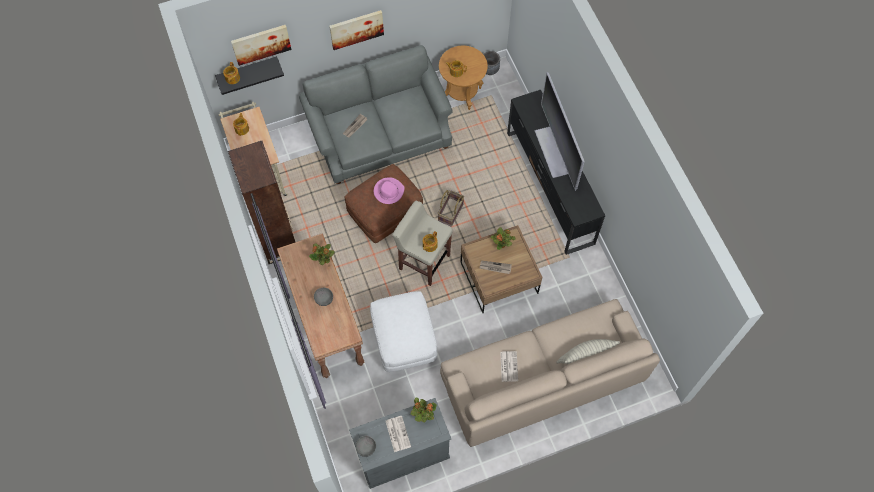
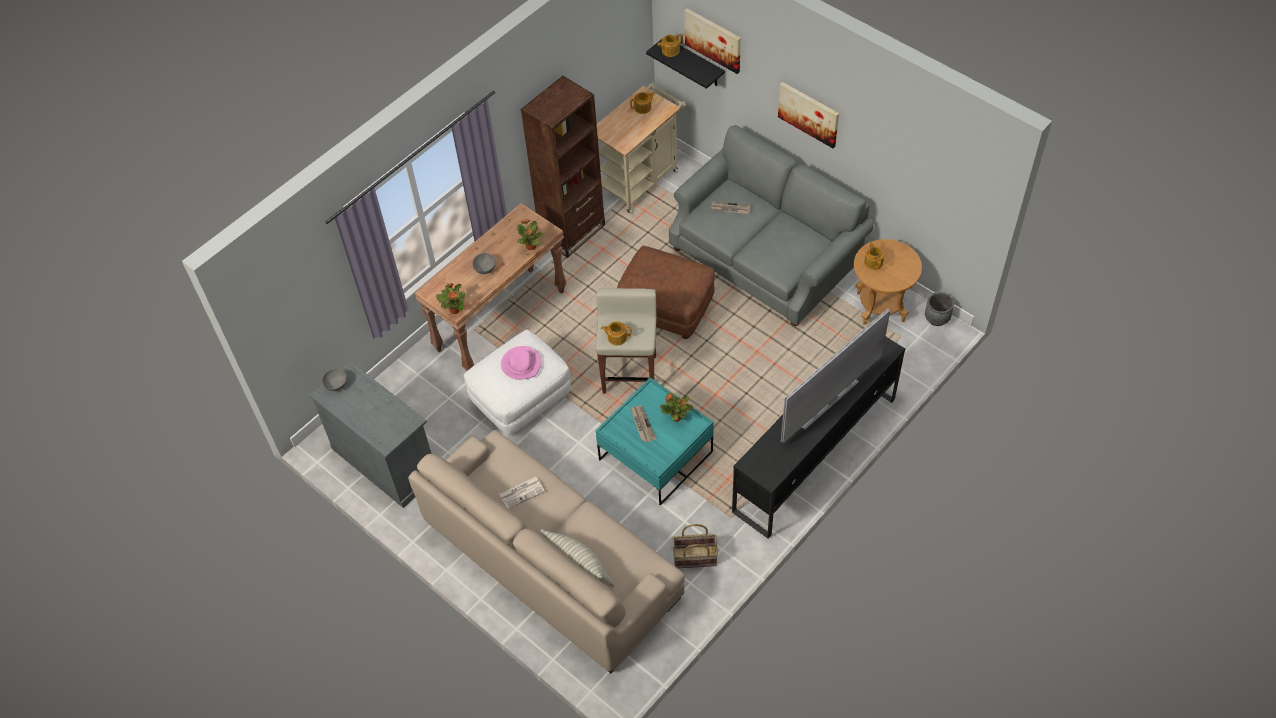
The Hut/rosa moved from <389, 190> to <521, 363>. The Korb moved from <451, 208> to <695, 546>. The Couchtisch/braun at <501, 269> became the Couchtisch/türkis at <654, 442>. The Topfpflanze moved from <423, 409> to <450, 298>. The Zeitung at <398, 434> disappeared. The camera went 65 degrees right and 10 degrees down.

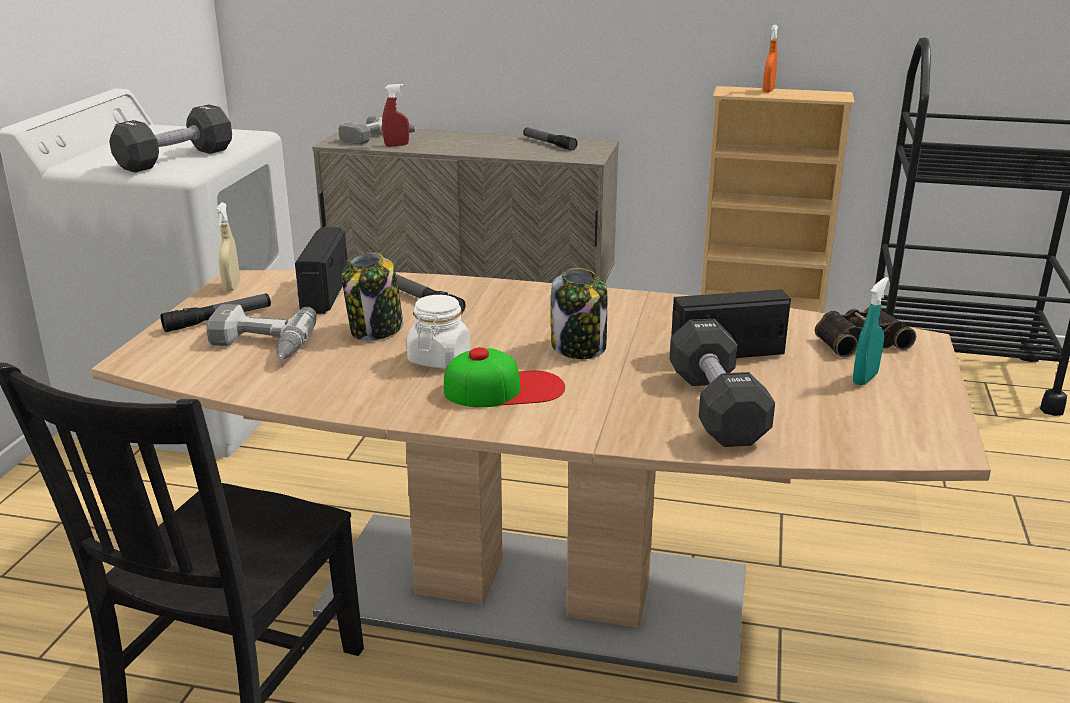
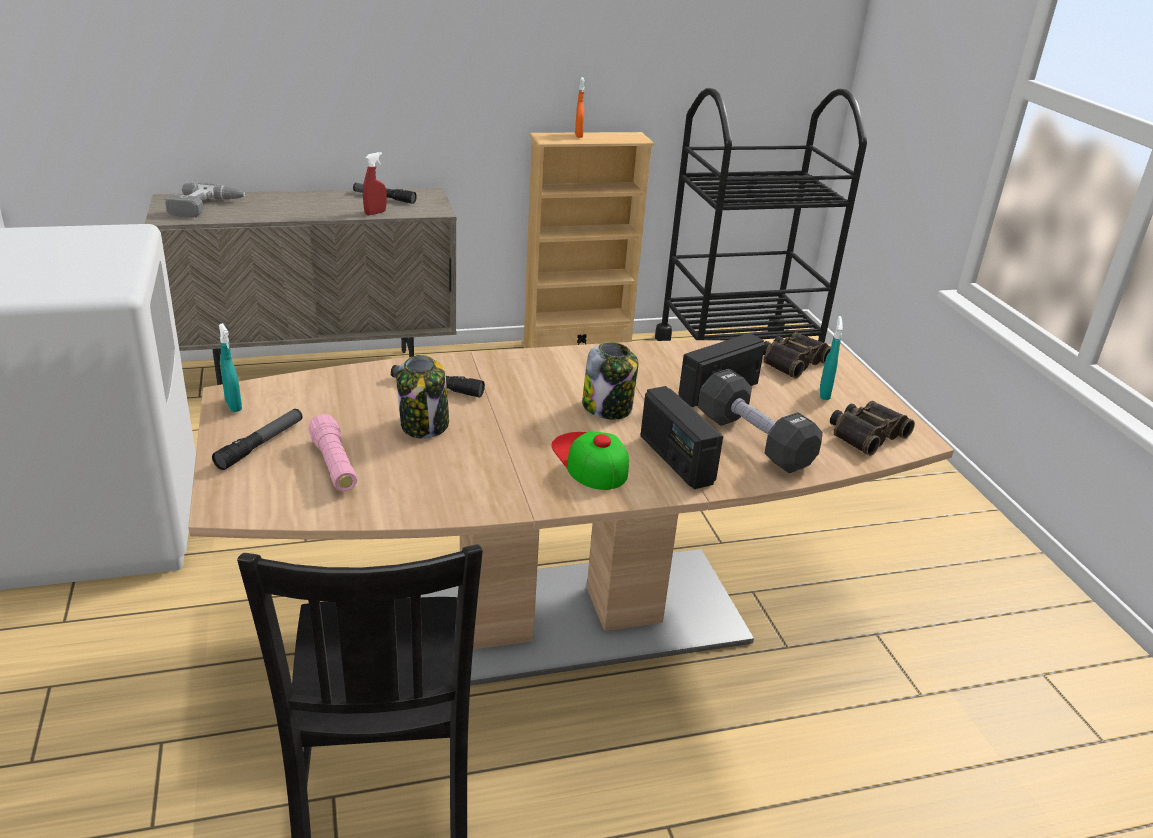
The Sprühflasche/rot moved from <395, 115> to <375, 184>. The Hantel/schwarz at <170, 138> disappeared. The Sprühflasche/beige at <228, 247> became the Sprühflasche/türkis at <230, 367>. The Radio moved from <321, 270> to <681, 437>. The Vorratsglas/weiß at <439, 332> disappeared. The Bohrmaschine at <261, 331> was replaced by the Taschenlampe/rosa at <332, 452>. The Kappe at <504, 377> turned 75 degrees counterclockwise. The Fernglas at <872, 428> appeared. The camera went 30 degrees left and 5 degrees up.

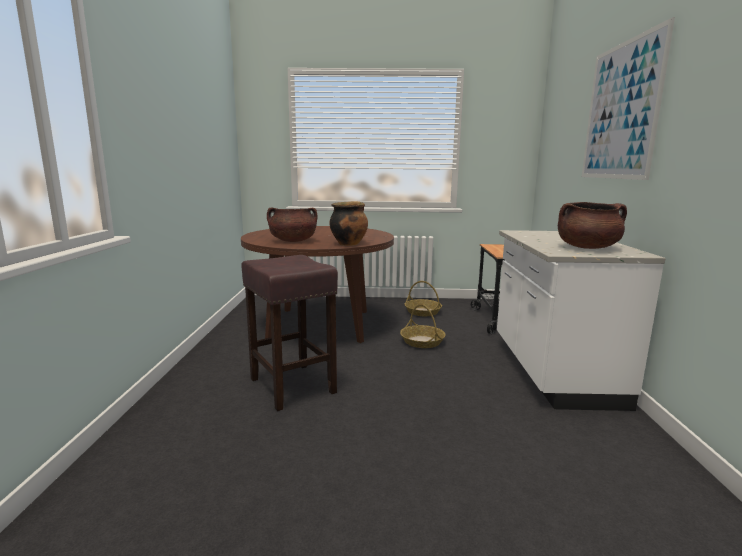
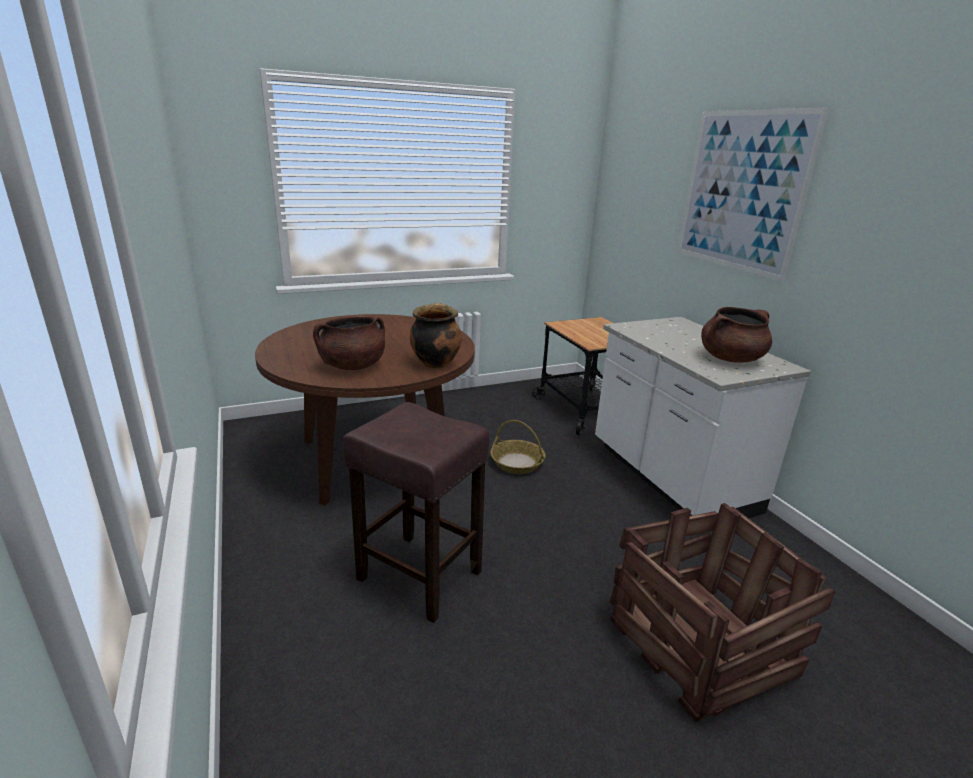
The Korb at <423, 298> disappeared. The Kiste at <722, 612> appeared. The camera went 25 degrees left and 10 degrees up.

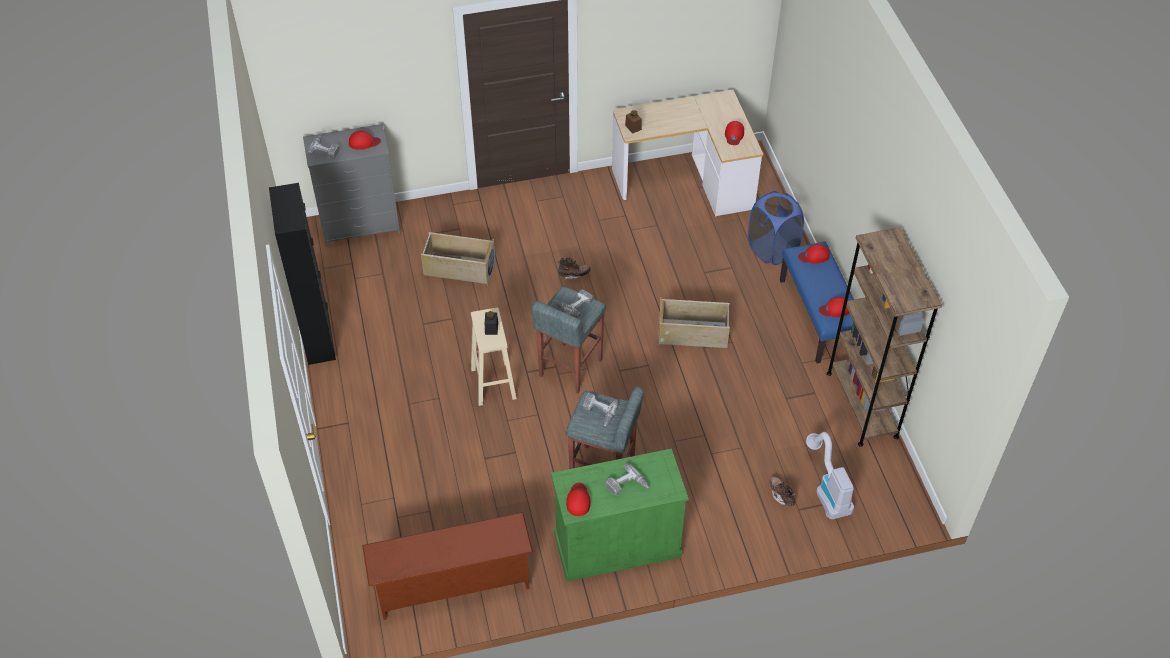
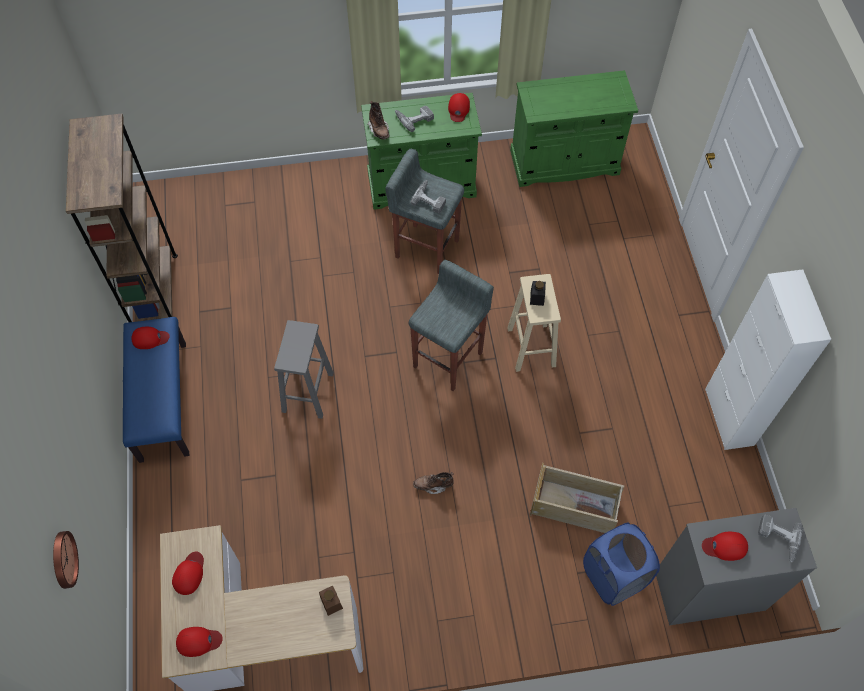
The Schrank/schwarz at <302, 274> became the Schrank/weiß at <768, 359>. The Wäschekorb/blau moved from <776, 228> to <621, 564>. The Kappe/rot moved from <814, 253> to <199, 642>. The Bohrmaschine at <573, 304> disappeared. The Aufbewahrungsbox/beige at <694, 322> was replaced by the Hocker/grau at <304, 369>. The Staubsauger at <830, 475> disappeared. The Stiefel/braun moved from <782, 491> to <378, 120>. The Schuhregal/braun at <447, 566> was replaced by the Schrank/grün at <574, 128>. The Wanduhr at <66, 560> appeared. The camera went 175 degrees left and 10 degrees up.

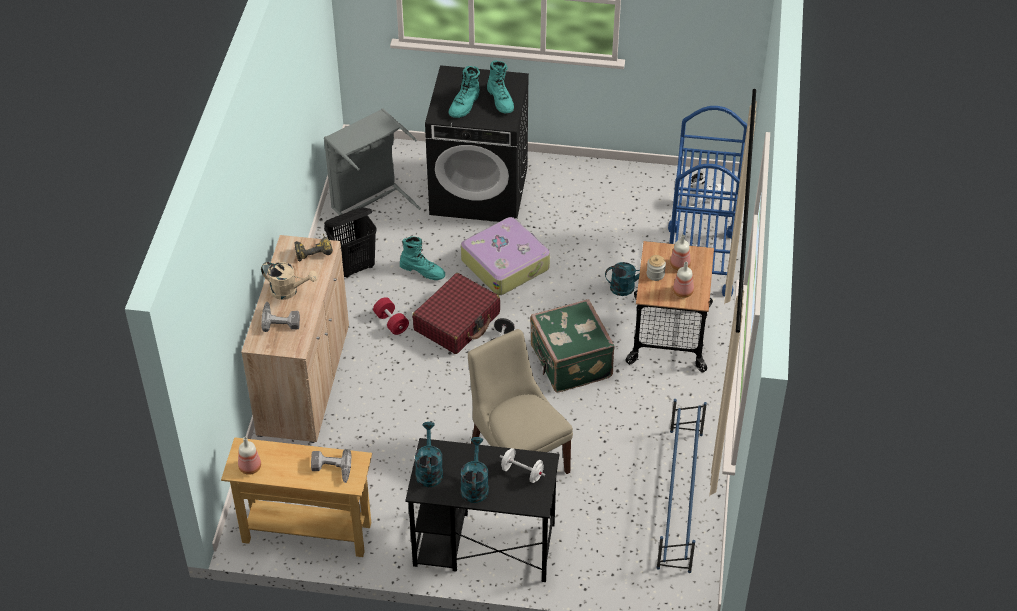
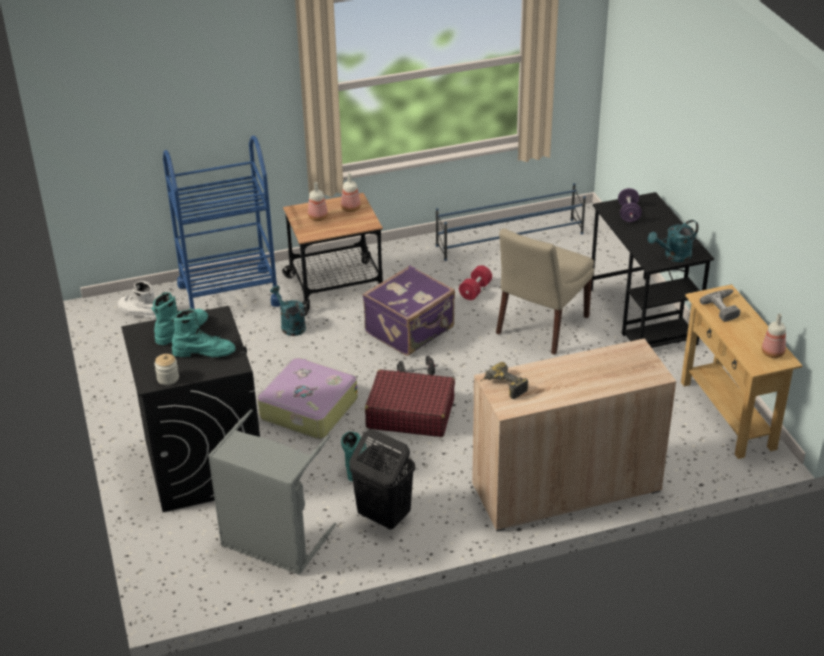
The Vorratsglas moved from <656, 268> to <166, 369>. The Gießkanne/beige at <289, 281> disappeared. The Hantel/rot moved from <391, 316> to <475, 282>. The Koffer/grün at <572, 345> became the Koffer/lila at <408, 310>. The Bohrmaschine at <280, 317> disappeared. The Gießkanne/türkis at <475, 470> disappeared. The Hantel/weiß at <522, 465> became the Hantel/lila at <630, 205>. The camera went 115 degrees left and 10 degrees down.

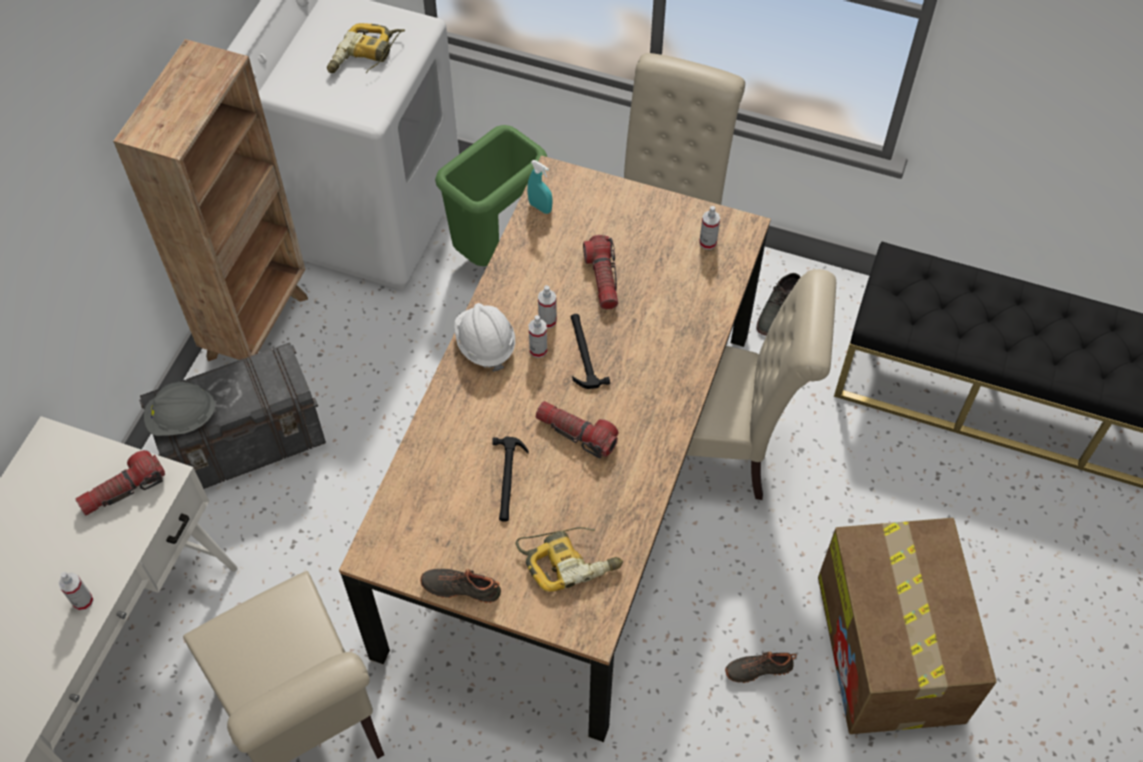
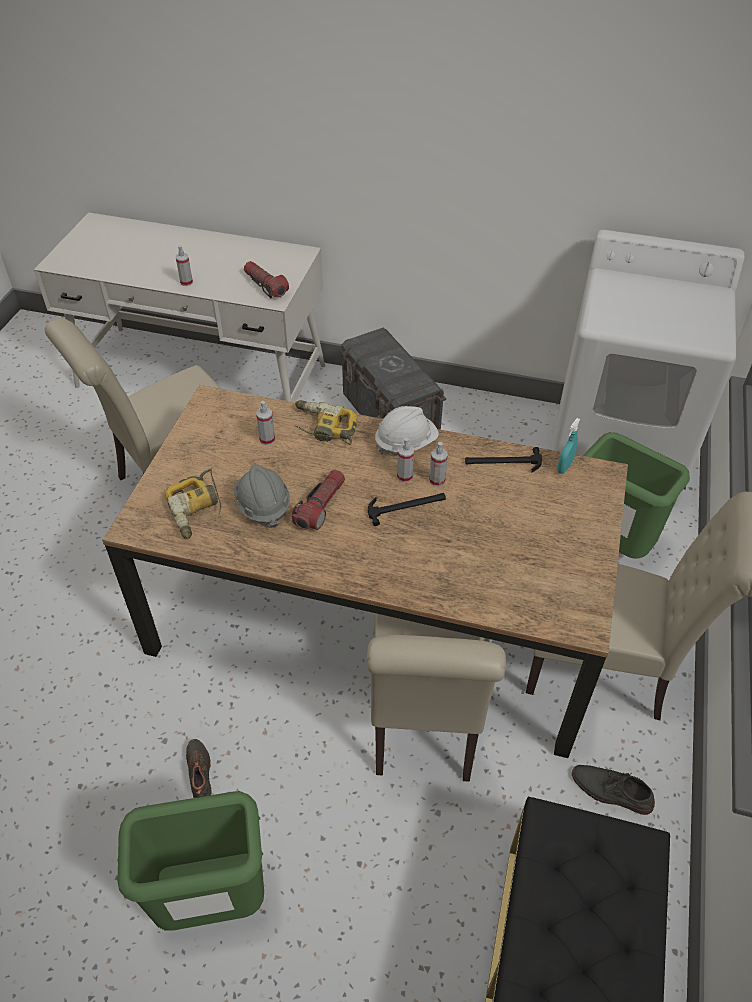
The Bohrmaschine moved from <366, 48> to <325, 422>. The Bücherregal/braun at <210, 200> disappeared. The Sprühflasche moved from <709, 228> to <265, 423>. The Taschenlampe at <600, 272> disappeared. The Schutzhelm/grau moved from <180, 409> to <262, 496>. The Hammer moved from <510, 478> to <503, 460>. The Karton at <907, 626> was replaced by the Mülleimer/grün at <191, 861>. The Schuh/schwarz at <460, 586> disappeared. The camera went 85 degrees right and 10 degrees down.

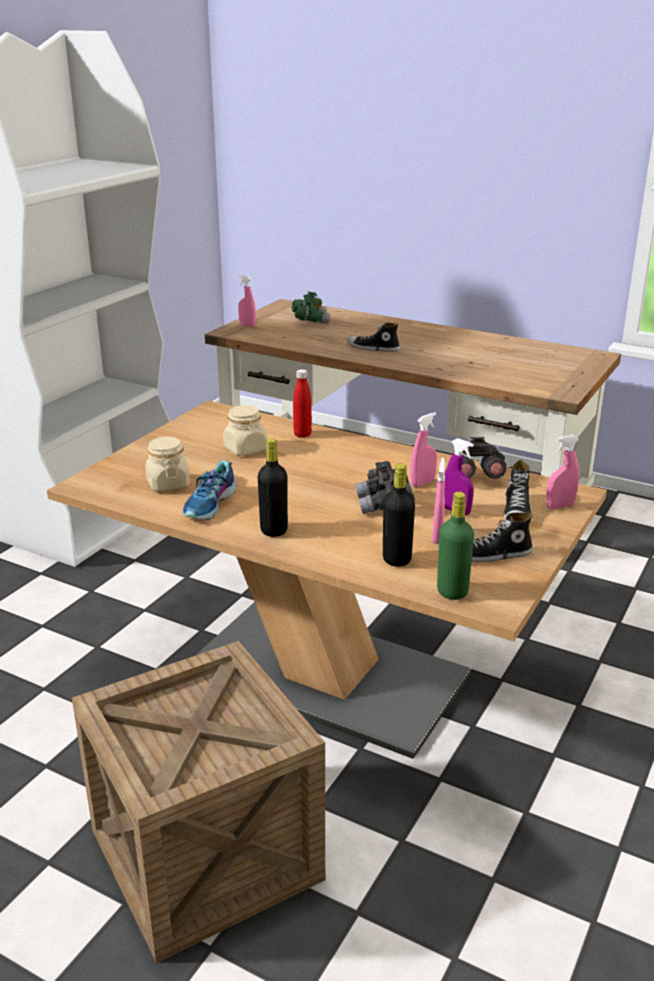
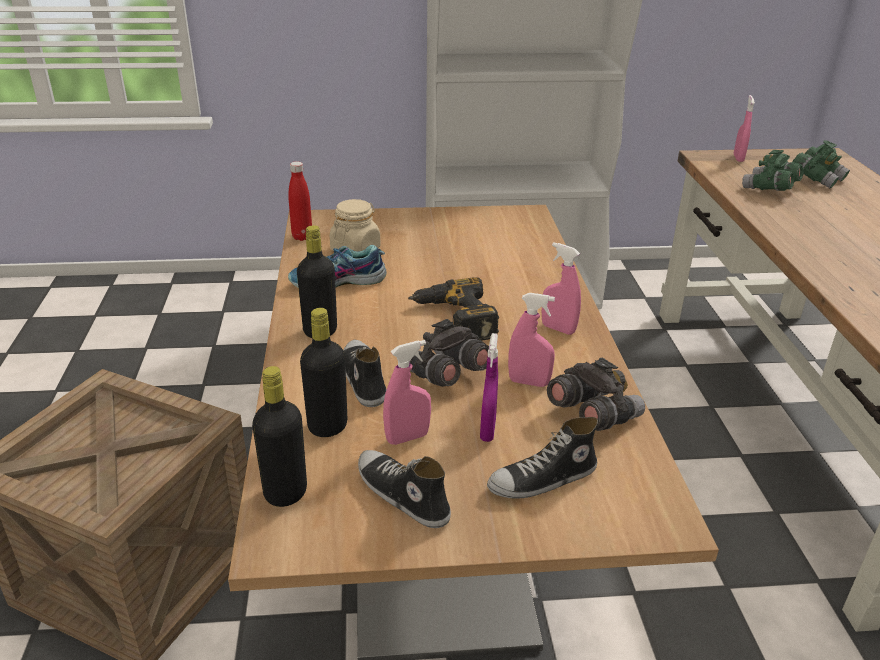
The Schuh moved from <373, 337> to <364, 373>. The Flasche/rot moved from <302, 403> to <300, 201>. The Vorratsglas/beige at <245, 430> disappeared. The Sprühflasche/rosa moved from <562, 472> to <561, 288>. The Flasche/grün at <455, 546> became the Flasche/schwarz at <279, 436>. The Fernglas/grün at <772, 170> appeared. The Bohrmaschine at <453, 309> appeared. The camera went 55 degrees right and 5 degrees up.

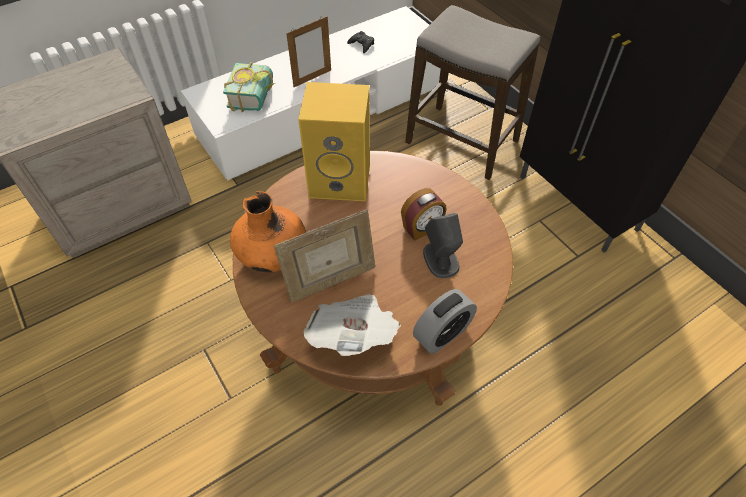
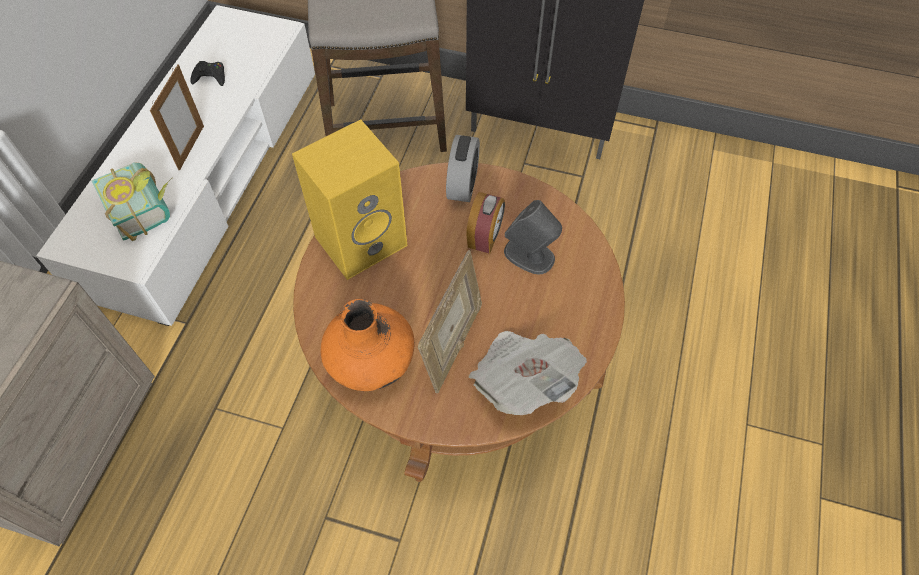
The Wecker moved from <445, 321> to <463, 168>. The camera went 40 degrees left and 5 degrees up.

